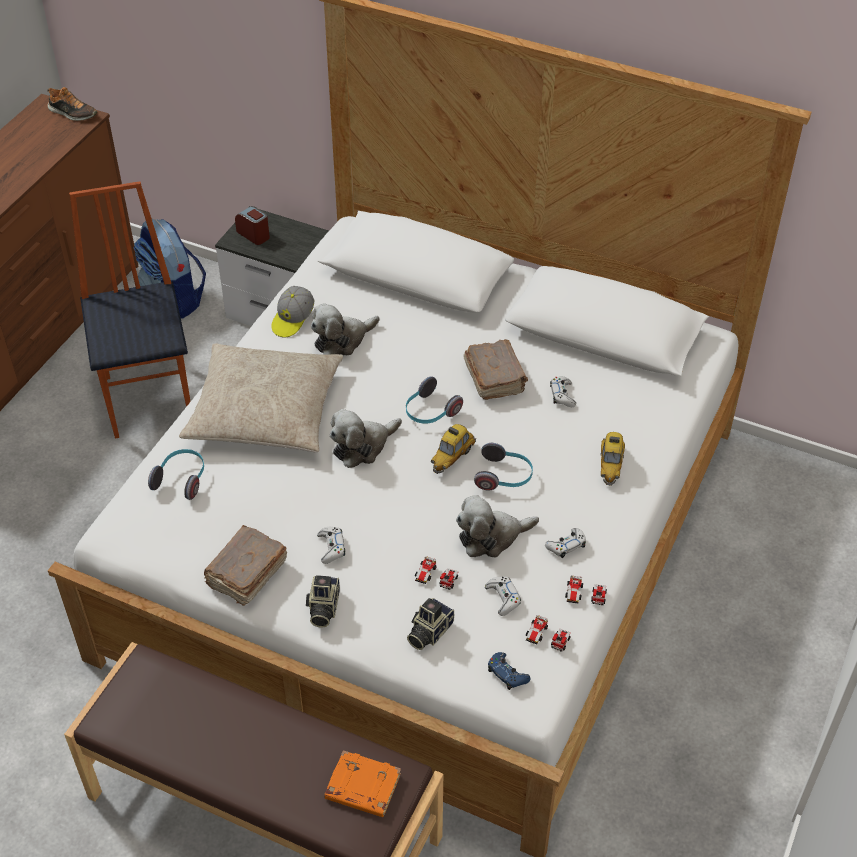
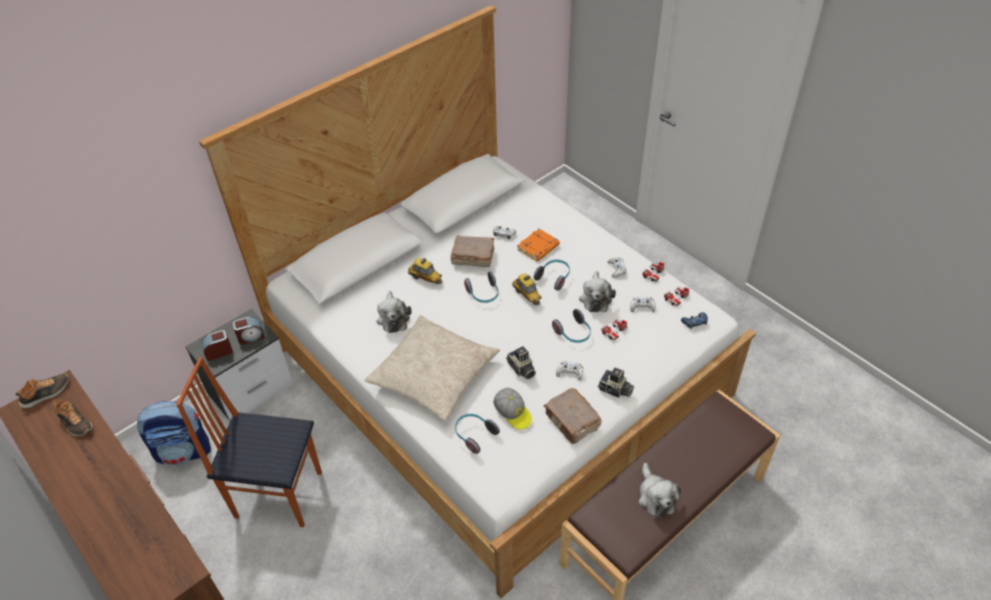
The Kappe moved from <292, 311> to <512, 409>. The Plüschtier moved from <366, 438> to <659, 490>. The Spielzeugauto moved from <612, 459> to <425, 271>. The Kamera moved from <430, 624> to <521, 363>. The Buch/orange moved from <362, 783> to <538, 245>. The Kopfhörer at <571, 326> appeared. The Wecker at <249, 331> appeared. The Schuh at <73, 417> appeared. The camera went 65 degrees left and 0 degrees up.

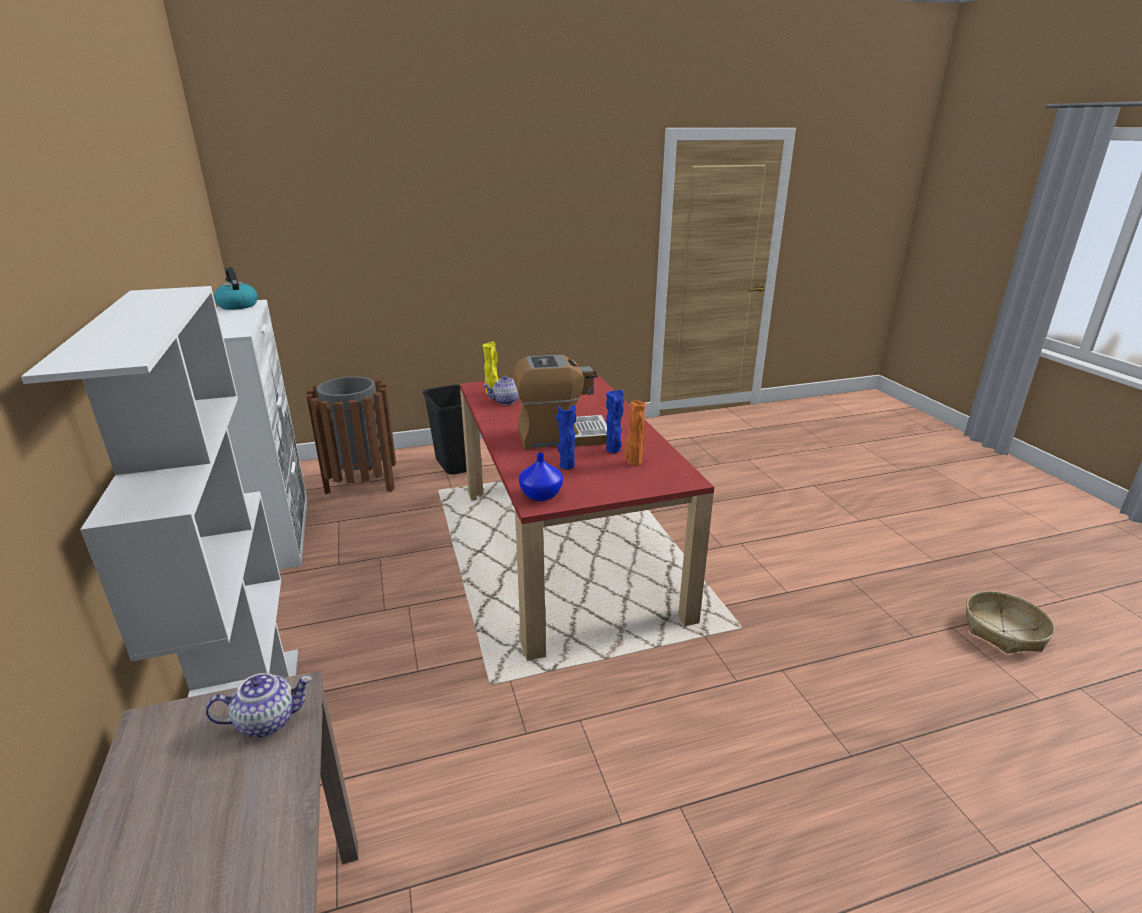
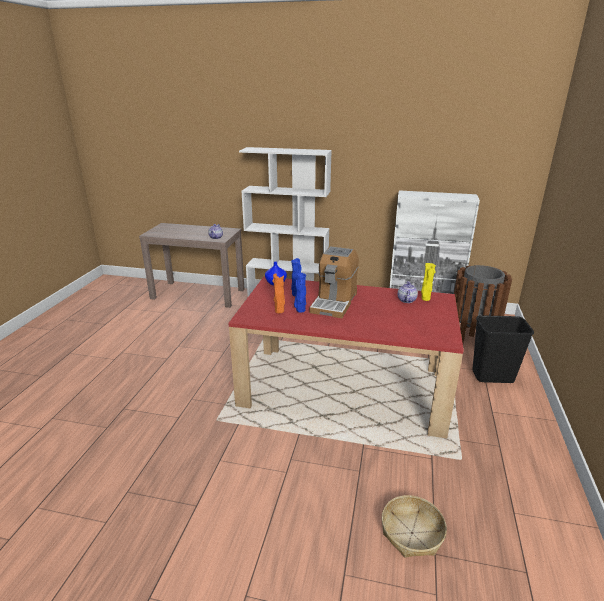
The Wasserkessel at <236, 288> disappeared. The Korb moved from <1010, 622> to <414, 526>. The camera went 120 degrees right and 0 degrees up.

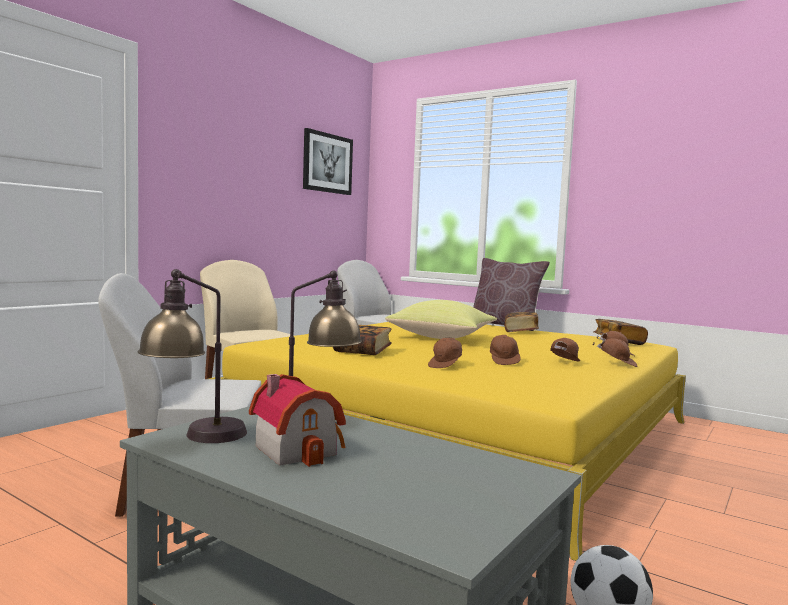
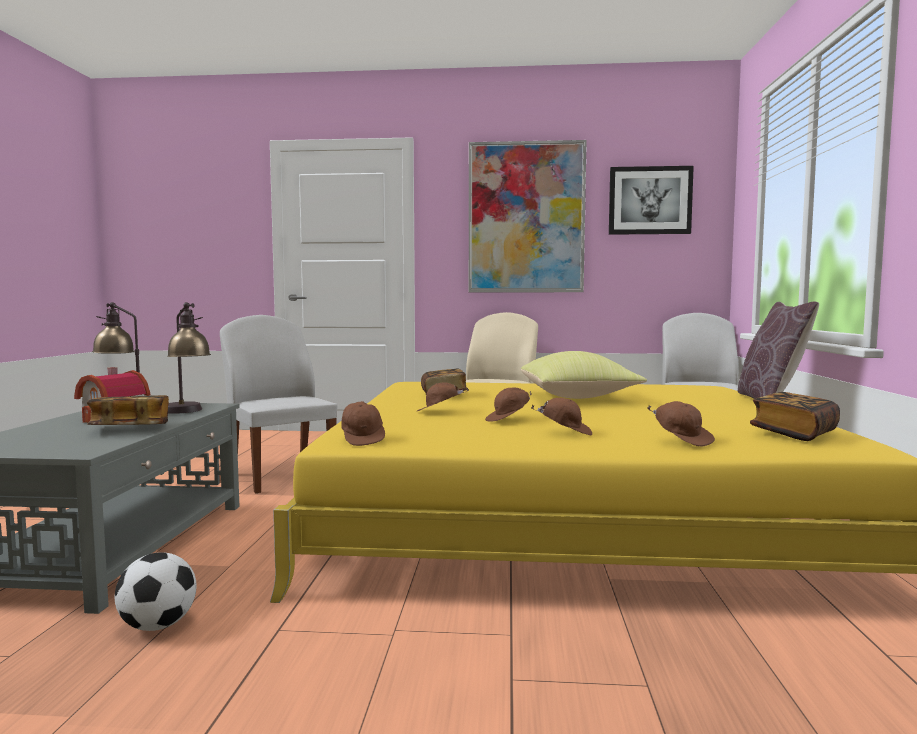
The Buch moved from <521, 322> to <128, 410>. The Kappe/braun moved from <615, 352> to <363, 423>. The Bild at <528, 216> appeared. The camera went 60 degrees right and 0 degrees up.

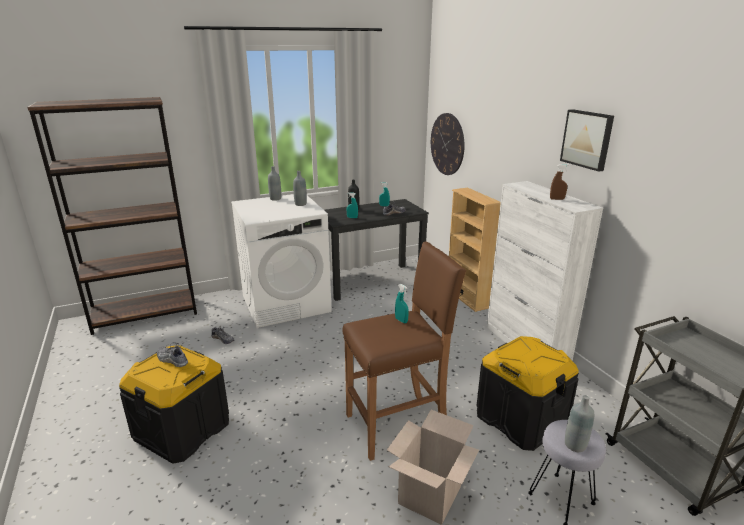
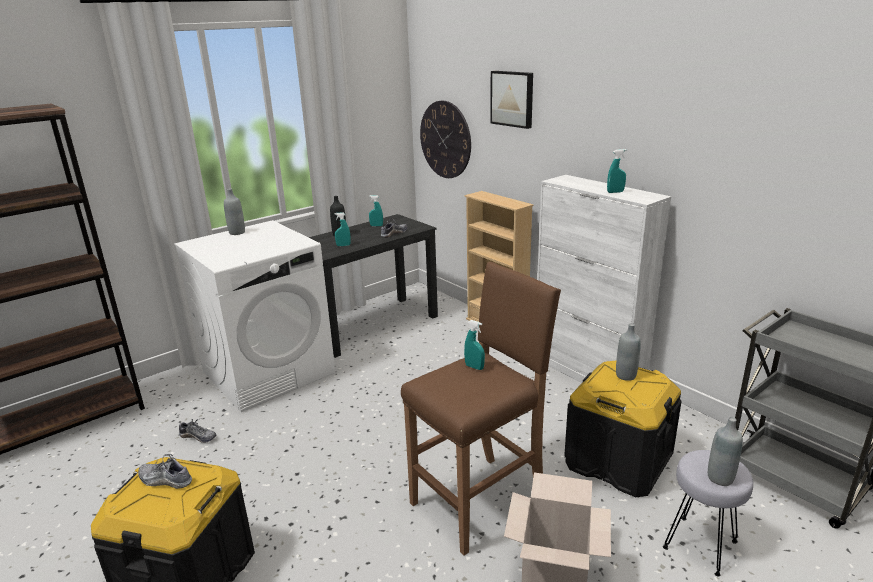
The Bild moved from <587, 140> to <511, 100>. The Sprühflasche/braun at <559, 182> became the Sprühflasche/türkis at <617, 171>. The Flasche/grau moved from <300, 188> to <628, 352>. The camera went 15 degrees left and 0 degrees up.

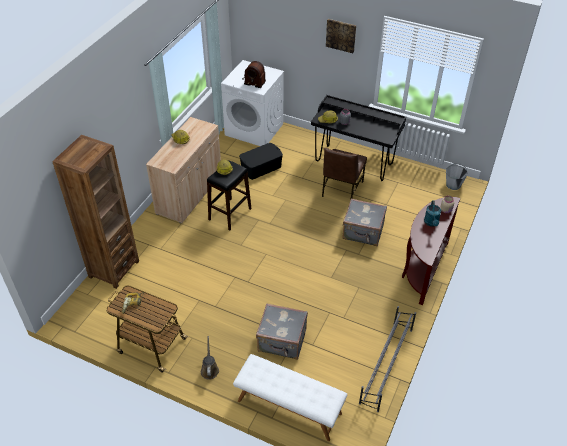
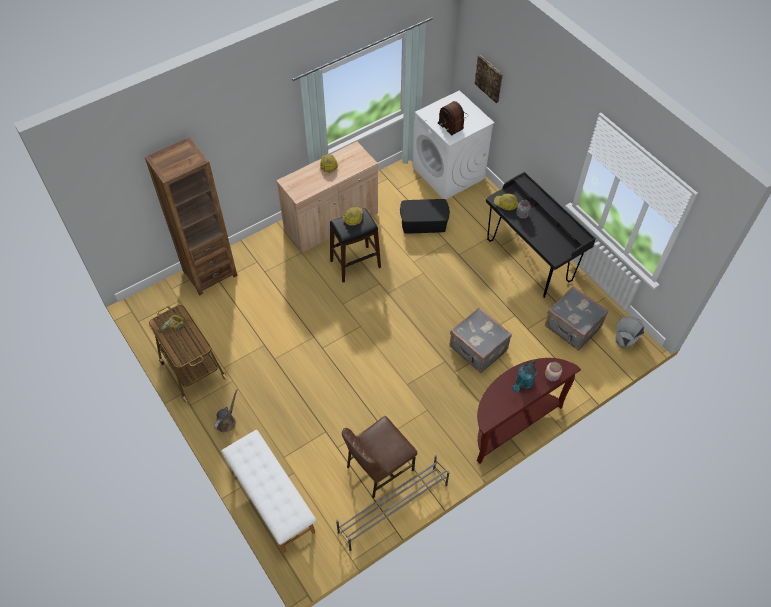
The Bild moved from <341, 36> to <489, 79>. The Stuhl/braun moved from <344, 174> to <379, 457>. The Koffer/grau moved from <282, 331> to <576, 318>. The camera went 30 degrees right and 10 degrees up.

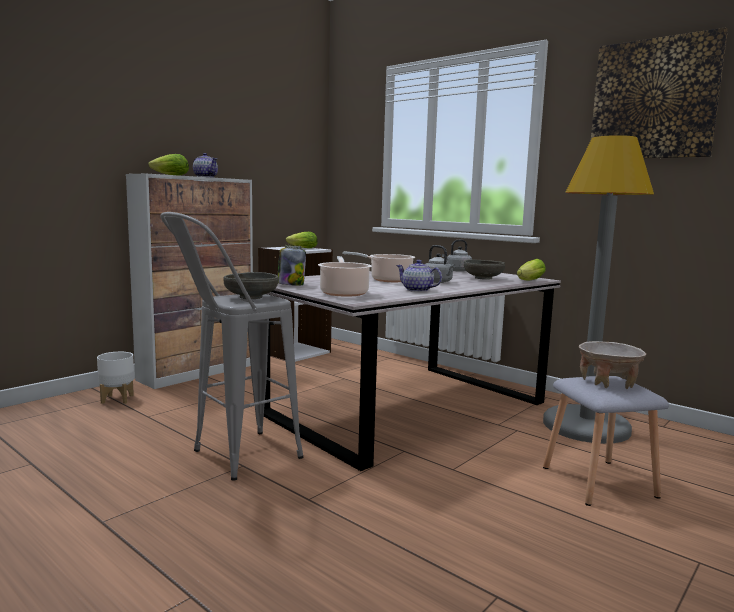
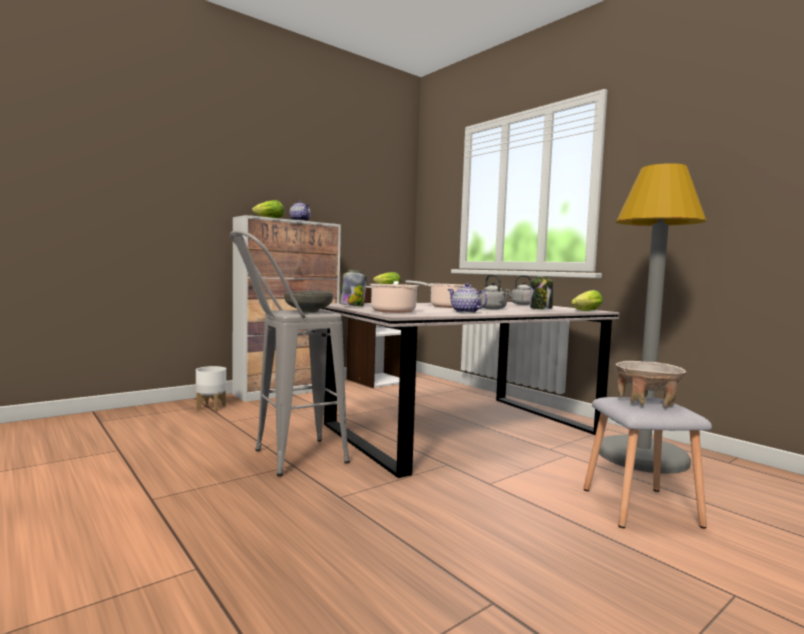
The Bild at <659, 93> disappeared. The Schüssel/grau at <484, 269> was replaced by the Vorratsglas at <541, 292>. The camera went 10 degrees right and 5 degrees down.

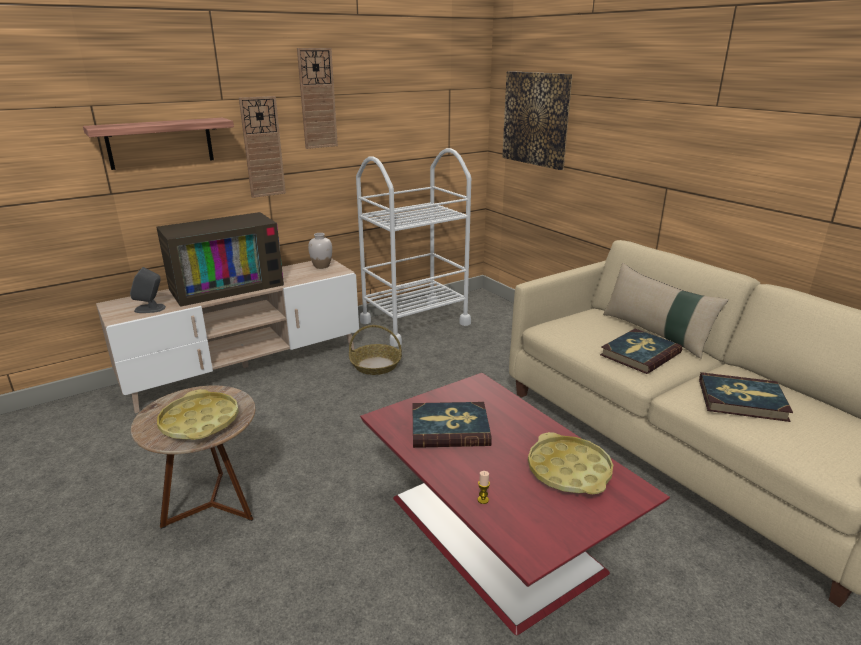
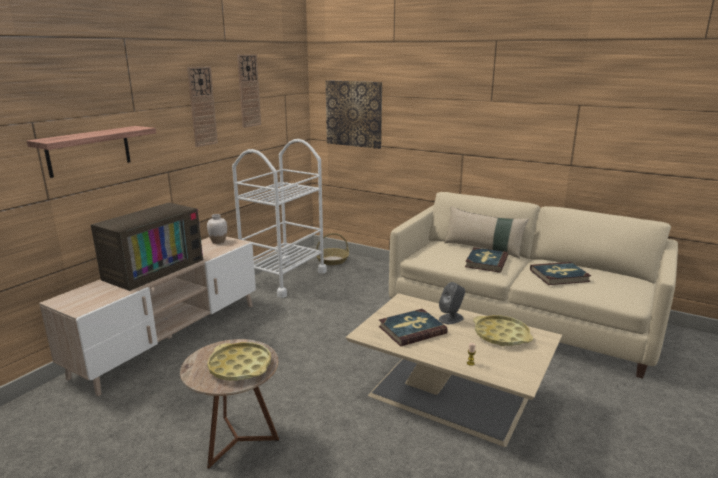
The Wanduhr moved from <262, 147> to <249, 91>. The Lautsprecher/grau moved from <148, 290> to <452, 303>. The Korb moved from <375, 350> to <332, 249>. The Couchtisch/rot at <515, 504> became the Couchtisch/beige at <454, 370>. The camera went 25 degrees left and 5 degrees down.

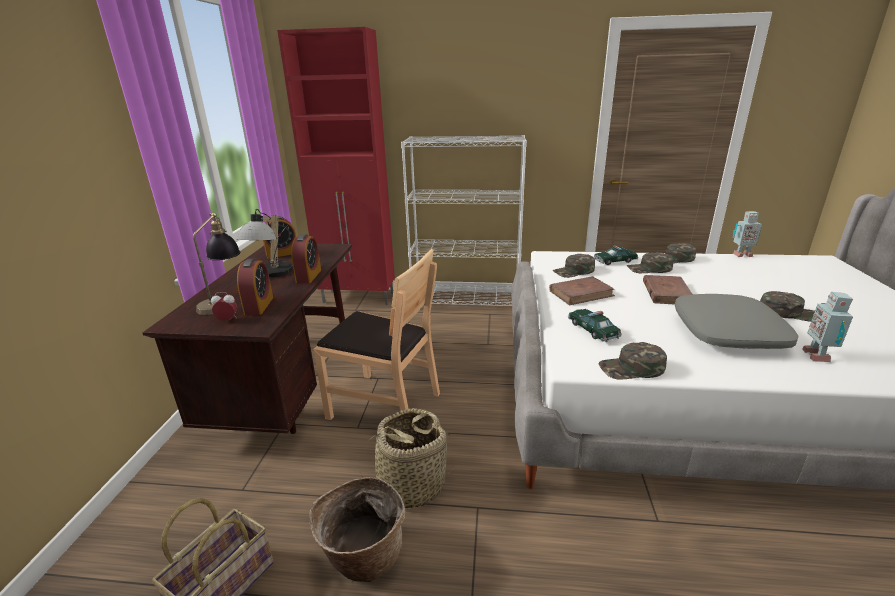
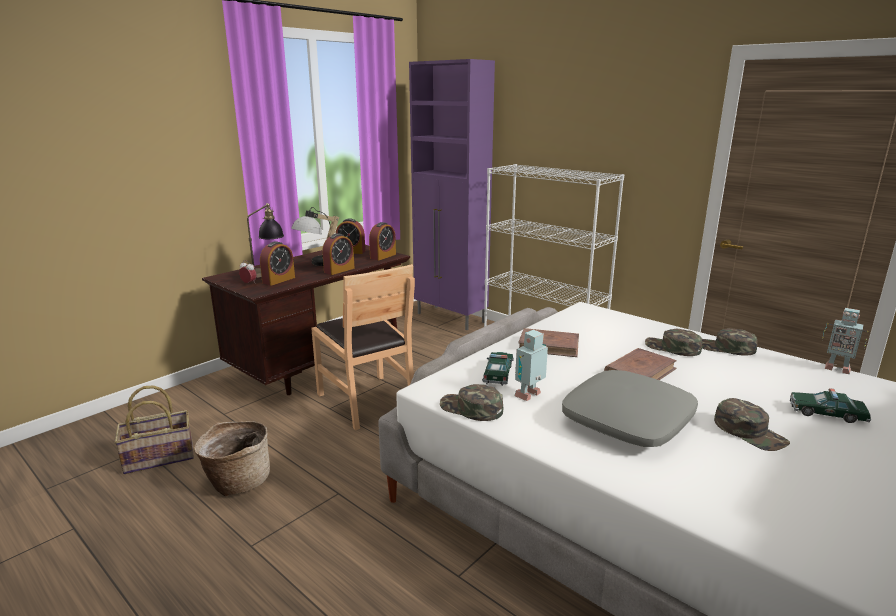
The Schrank/rot at <336, 166> became the Schrank/lila at <452, 194>. The Spielzeugauto moved from <616, 255> to <830, 405>. The Kappe/grün at <574, 266> disappeared. The Spielzeugroboter moved from <827, 327> to <531, 365>. The Korb at <406, 458> disappeared. The Wecker at <382, 241> appeared. The camera went 35 degrees right and 5 degrees down.

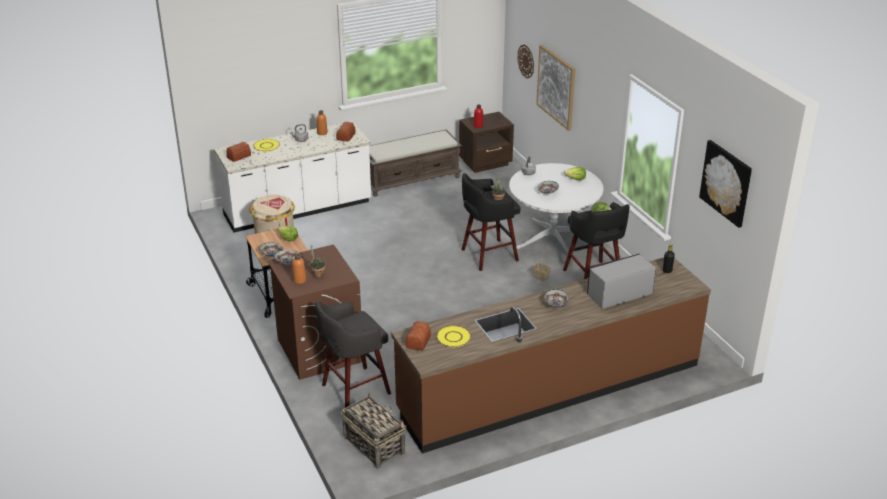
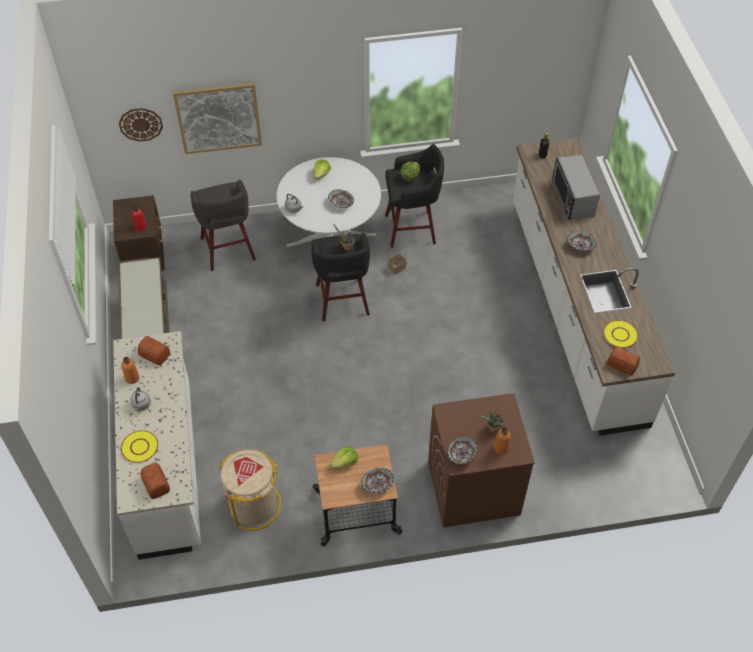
The Bild at <725, 184> disappeared. The Küchenzeile/braun at <551, 356> became the Küchenzeile/weiß at <594, 287>. The Hocker/grau moved from <353, 354> to <223, 225>. The Korb at <374, 430> disappeared. The camera went 75 degrees left and 20 degrees up.

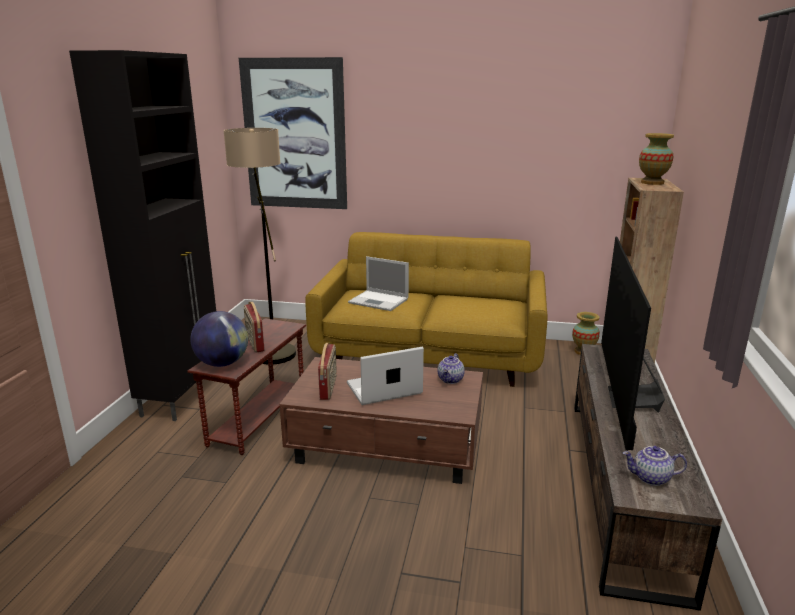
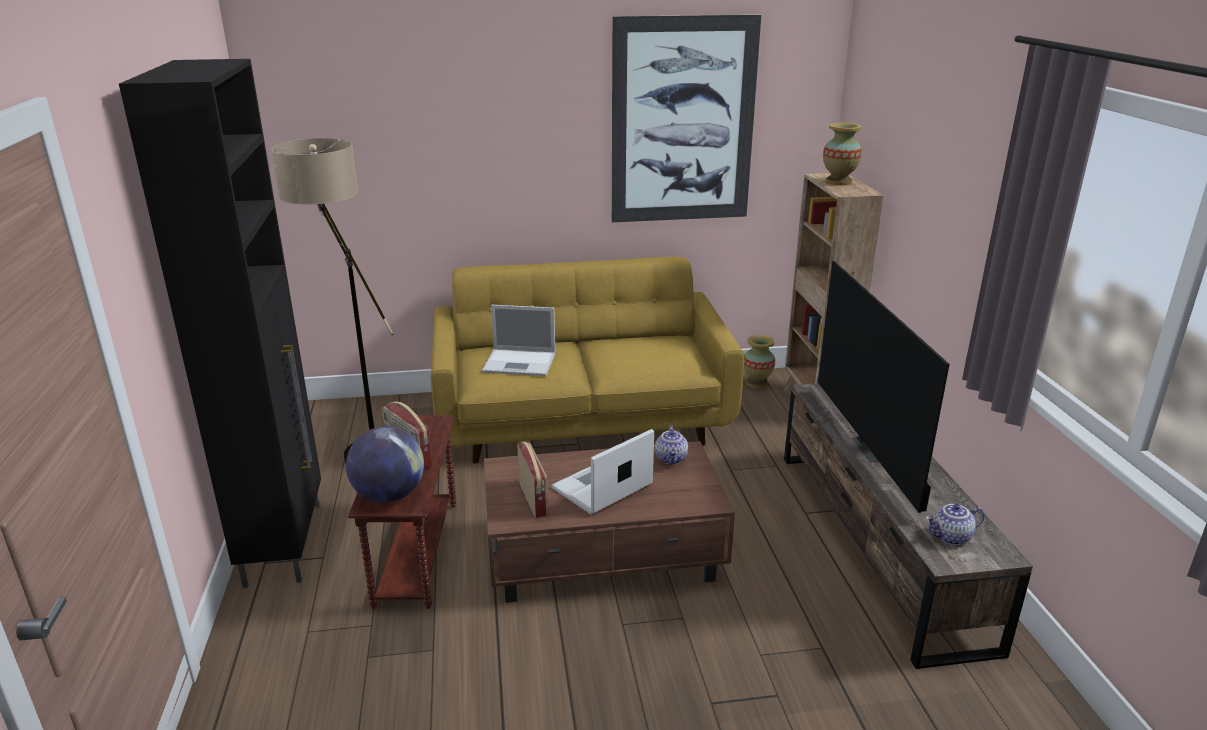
The Bild moved from <293, 133> to <686, 118>. The camera went 20 degrees left and 5 degrees up.

